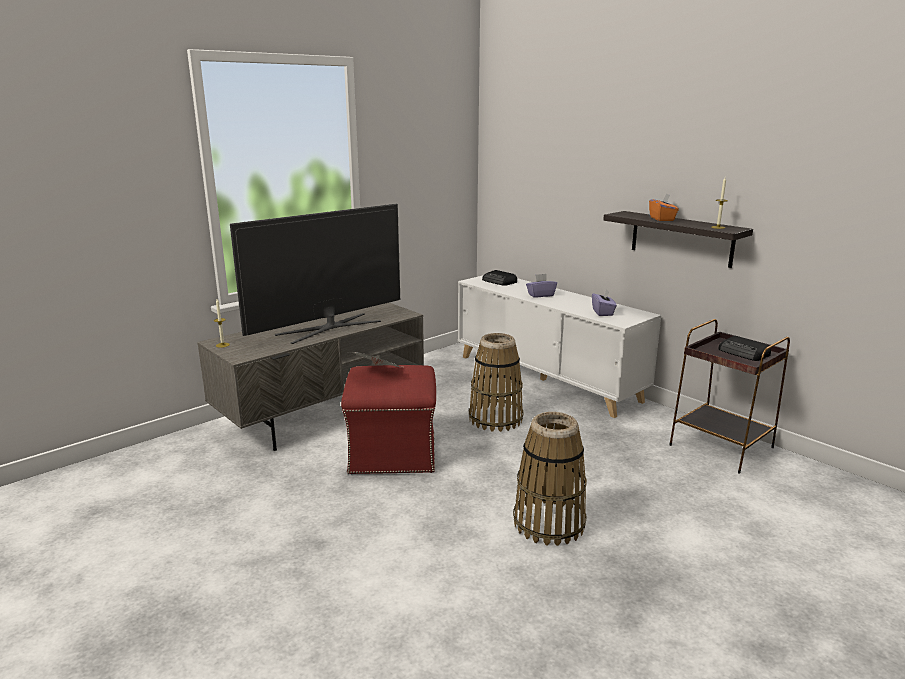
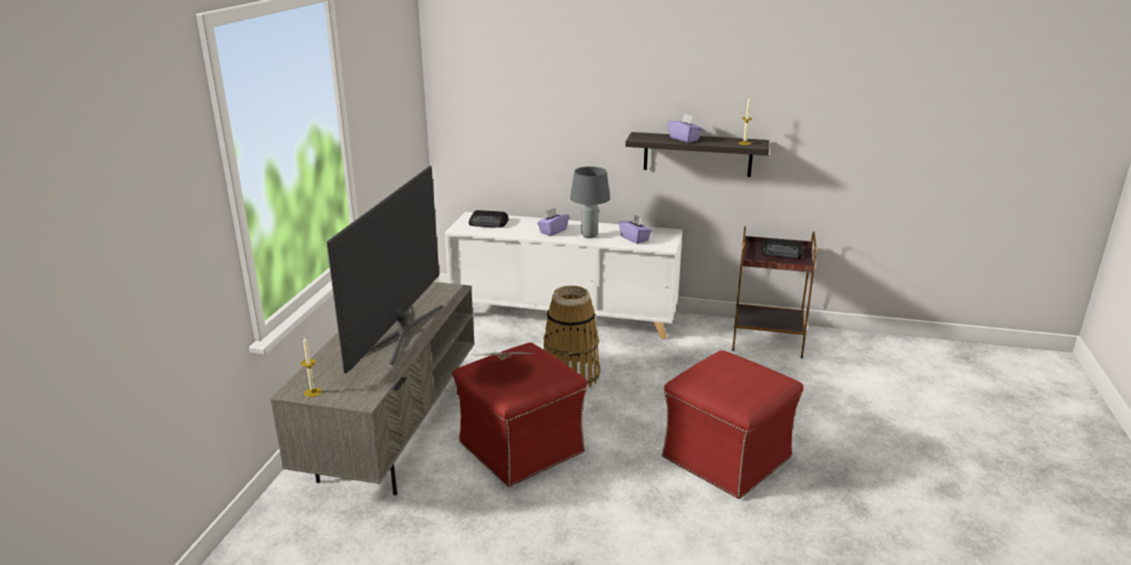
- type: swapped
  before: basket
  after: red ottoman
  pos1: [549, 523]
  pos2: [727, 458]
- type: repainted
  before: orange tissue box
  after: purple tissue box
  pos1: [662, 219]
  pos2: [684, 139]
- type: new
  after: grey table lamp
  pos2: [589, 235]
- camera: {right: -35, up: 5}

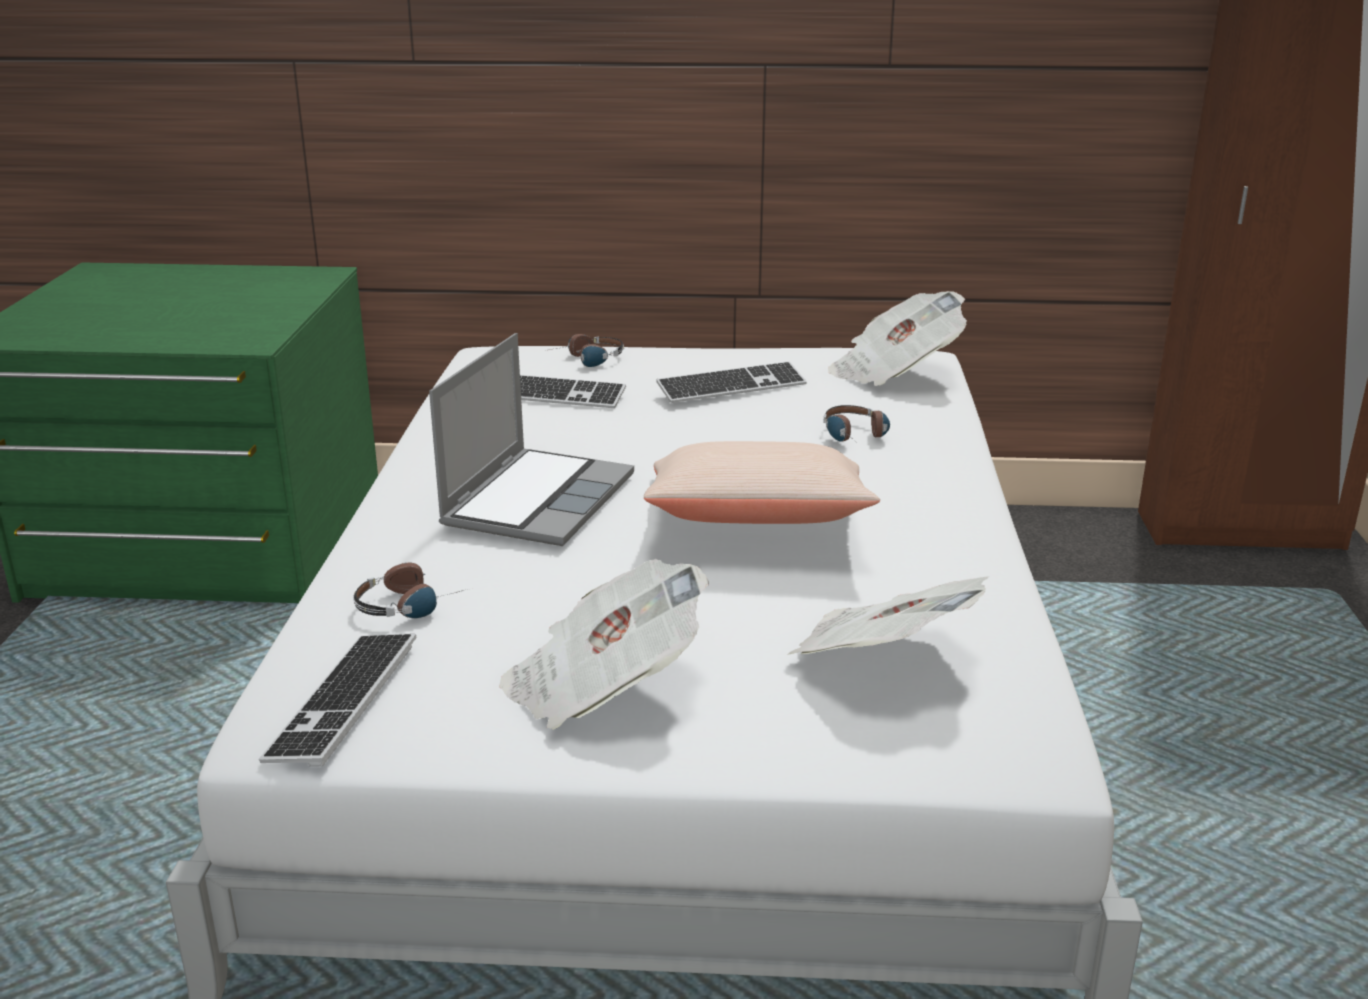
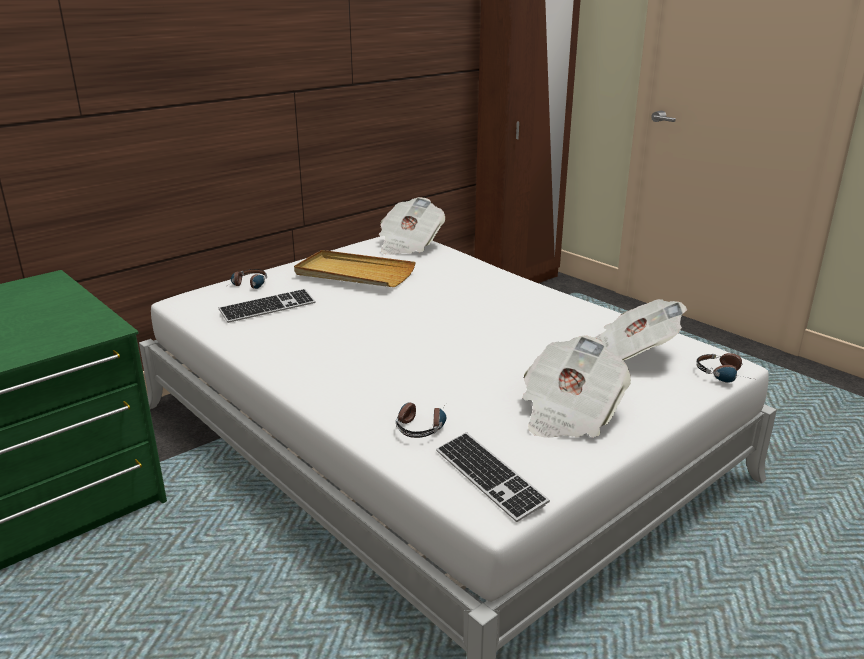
- type: gone
  before: laptop
  pos1: [538, 499]
- type: gone
  before: beige pillow
  pos1: [757, 521]
- type: swapped
  before: keyboard
  after: beige tray
  pos1: [731, 386]
  pos2: [354, 273]
- type: shifted
  before: headphones
  pos1: [857, 436]
  pos2: [727, 375]
- camera: {right: -45, up: 0}

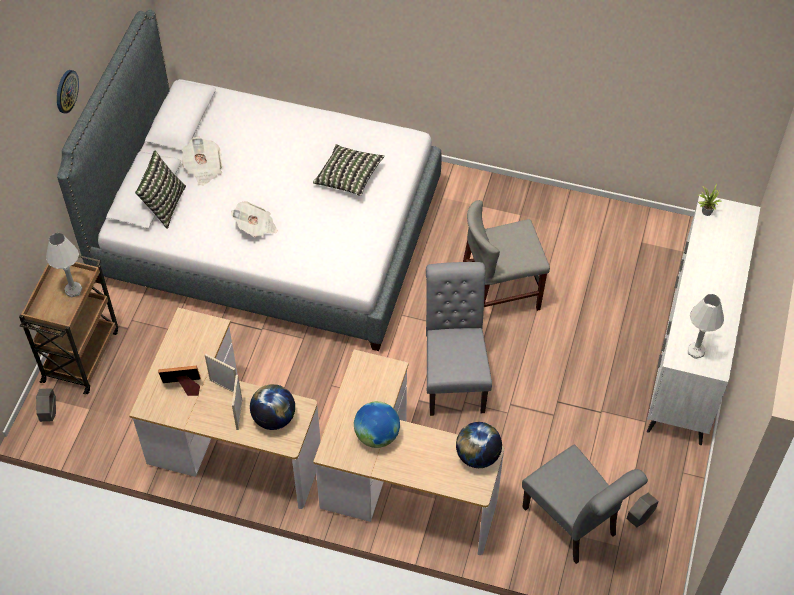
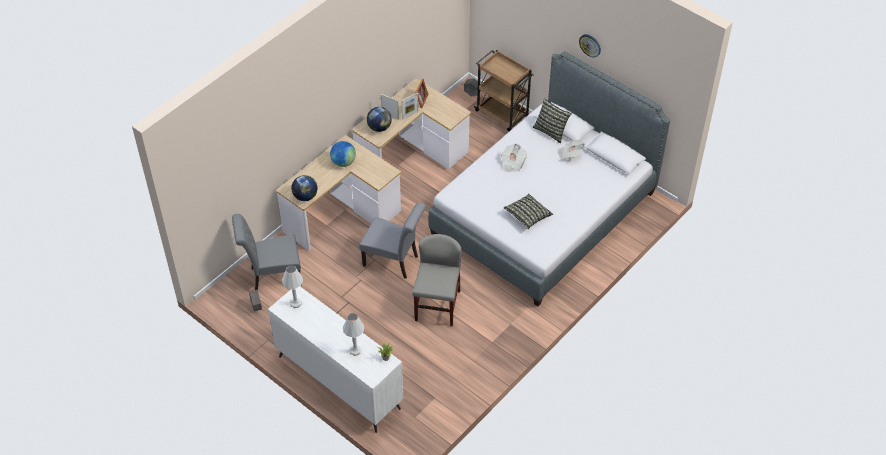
- type: shifted
  before: white table lamp
  pos1: [73, 290]
  pos2: [355, 351]
- camera: {right: 115, up: -5}

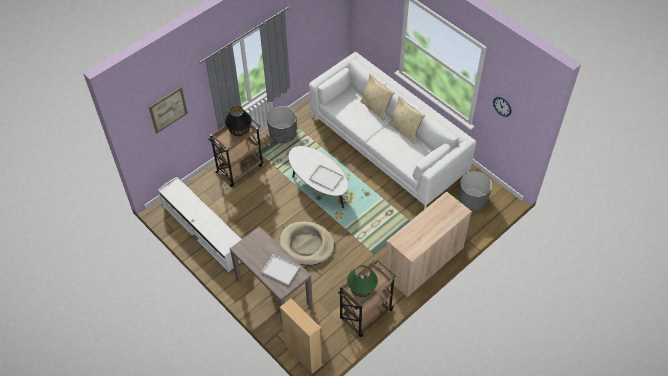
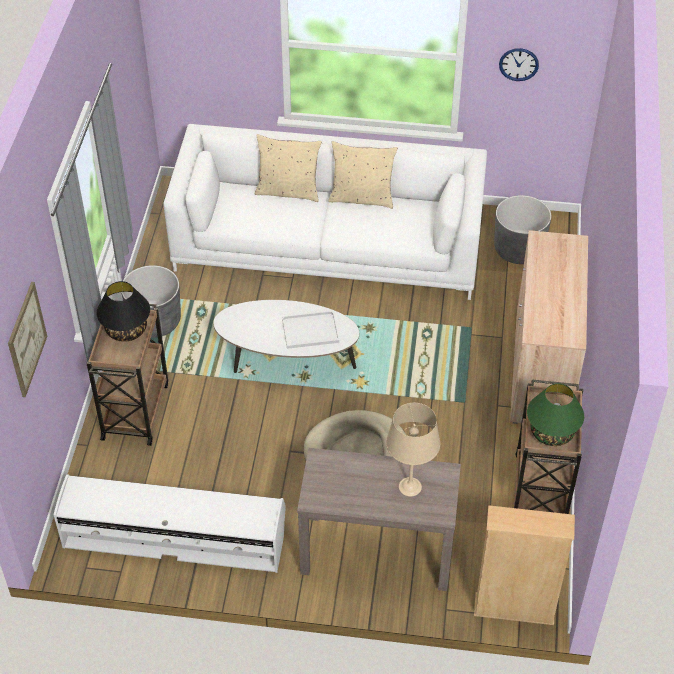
- type: swapped
  before: white tray
  after: beige table lamp
  pos1: [281, 270]
  pos2: [410, 486]
- camera: {right: -40, up: -5}

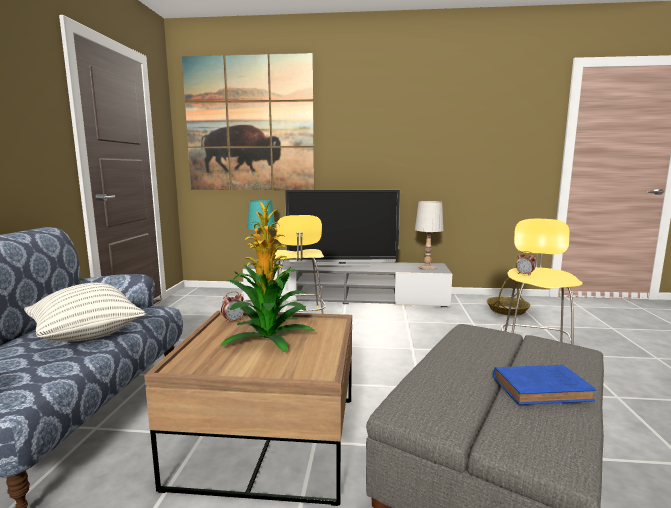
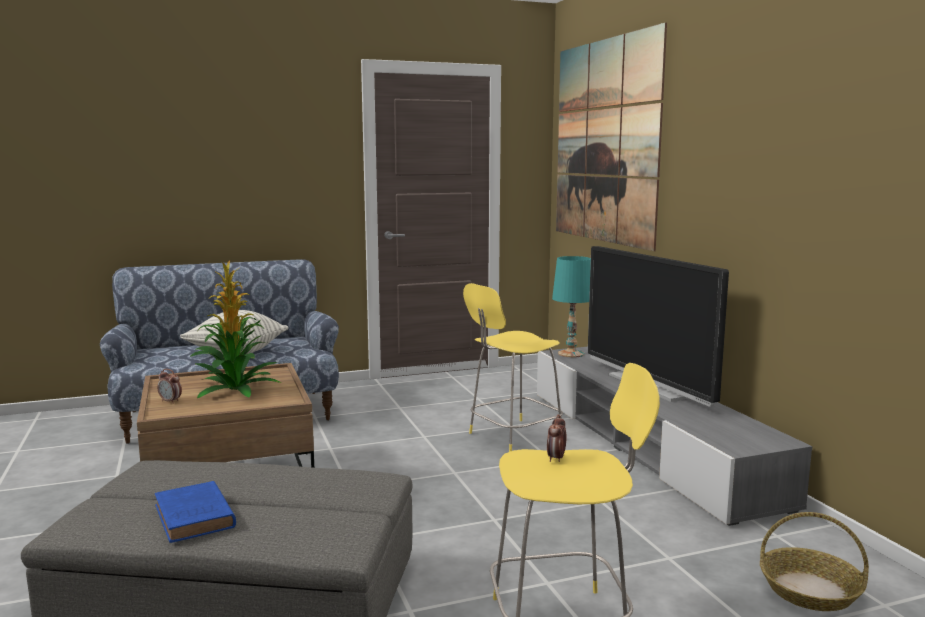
- type: shifted
  before: alarm clock
  pos1: [233, 321]
  pos2: [170, 401]
- type: gone
  before: white table lamp
  pos1: [427, 267]
- camera: {right: 65, up: 0}

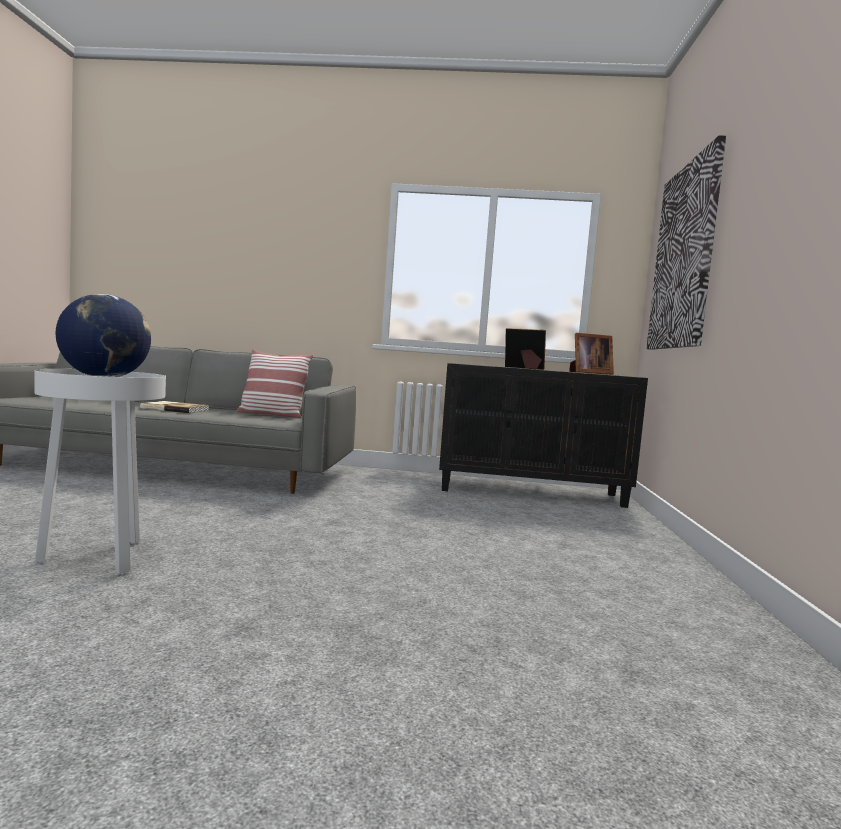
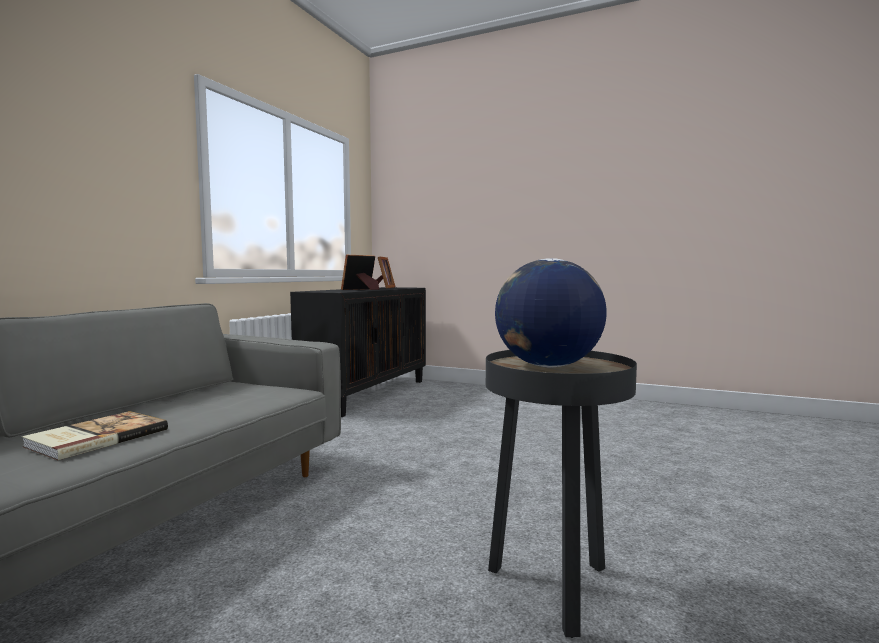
- type: repainted
  before: white side table
  after: black side table
  pos1: [100, 558]
  pos2: [552, 589]
- type: gone
  before: pillow
  pos1: [272, 415]
- type: gone
  before: picture
  pos1: [684, 257]
- camera: {right: -70, up: 0}

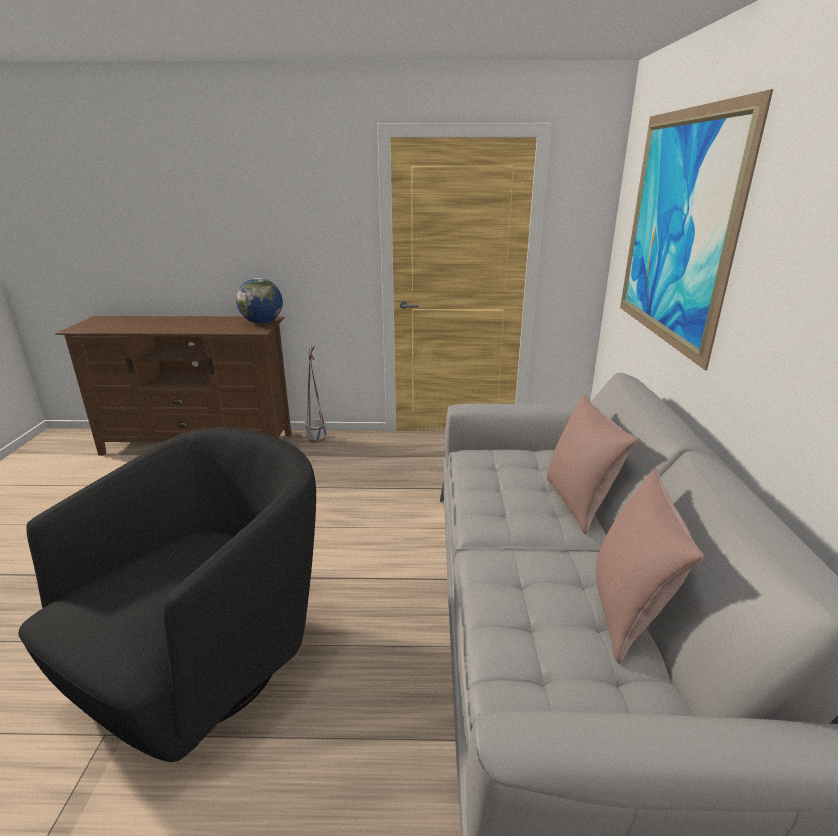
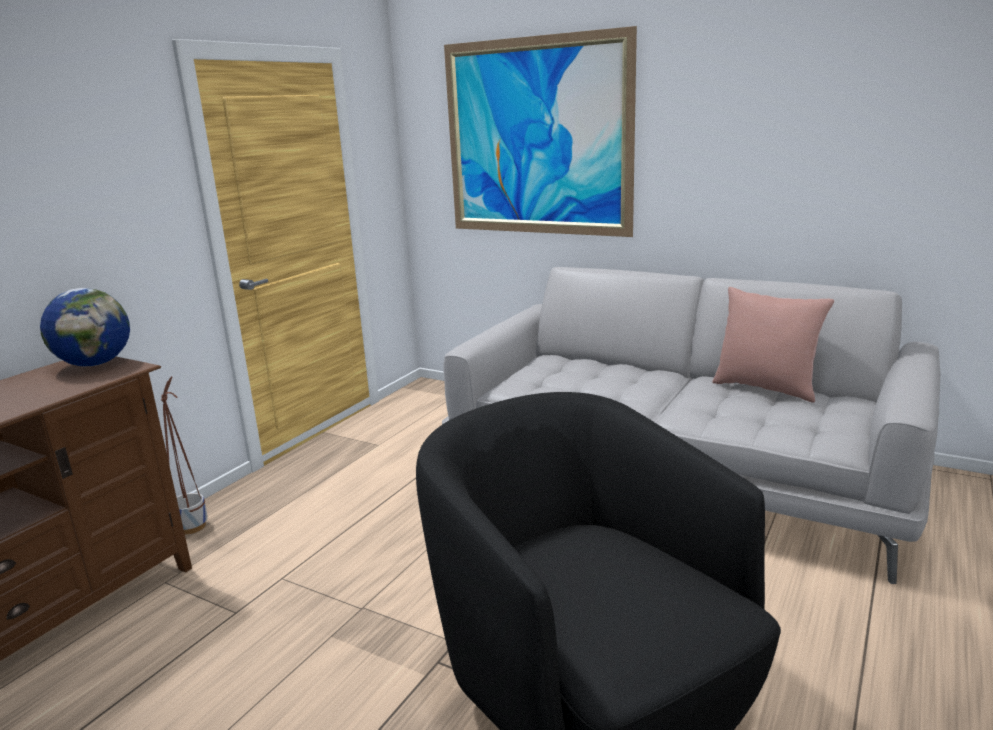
- type: gone
  before: pink pillow
  pos1: [578, 502]
- camera: {right: -60, up: -5}

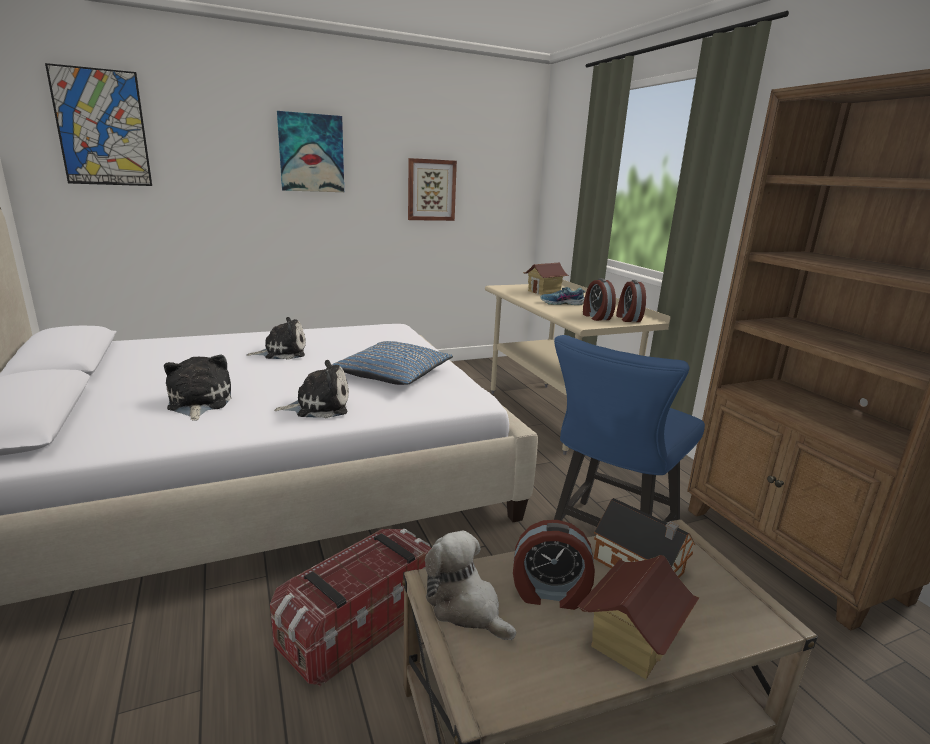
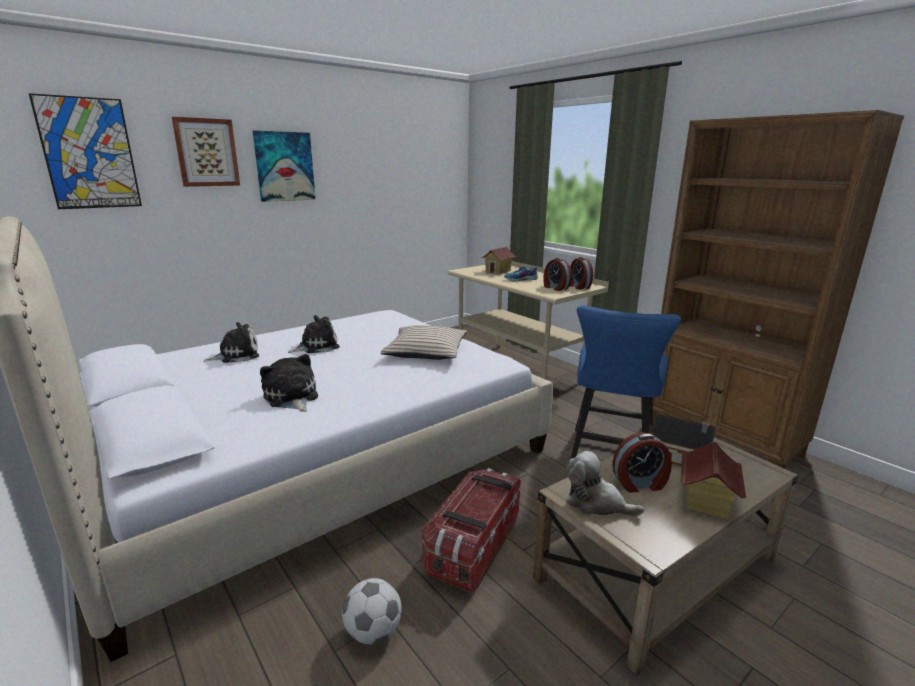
- type: shifted
  before: plush toy
  pos1: [319, 406]
  pos2: [236, 355]
- type: repainted
  before: blue pillow
  after: beige pillow
  pos1: [393, 374]
  pos2: [426, 352]
- type: shifted
  before: picture
  pos1: [431, 190]
  pos2: [206, 152]
- type: new
  after: football
  pos2: [373, 631]
- camera: {right: -15, up: 0}

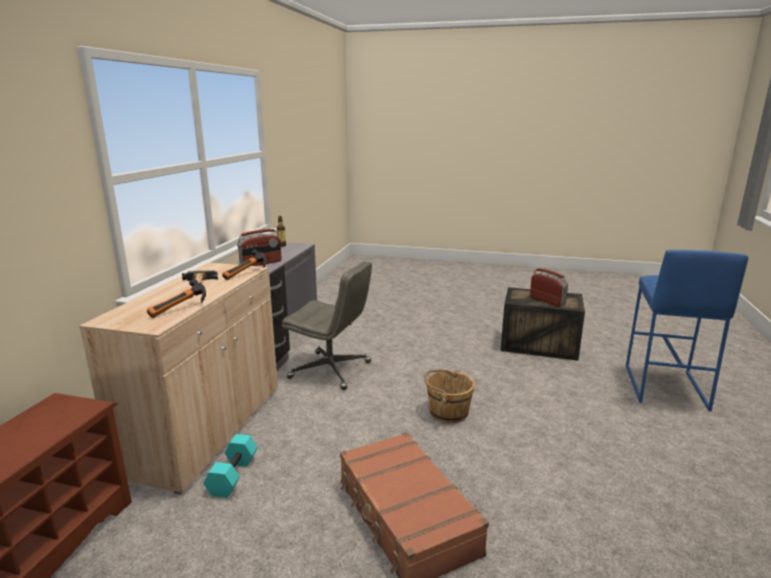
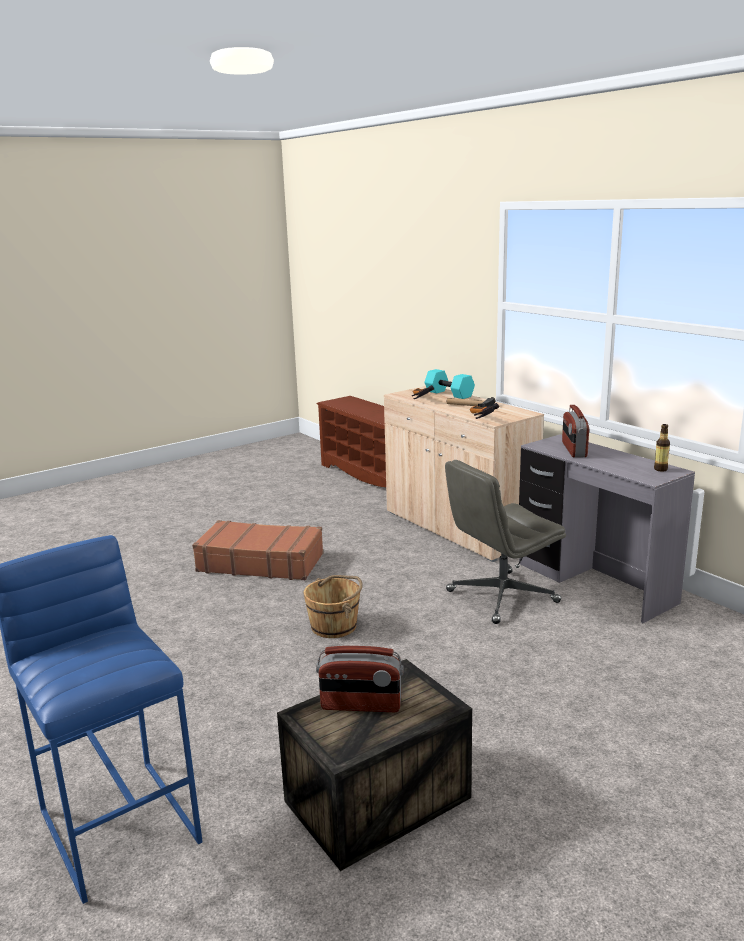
- type: shifted
  before: turquoise dumbbell
  pos1: [232, 475]
  pos2: [450, 394]
- camera: {right: 130, up: 0}

